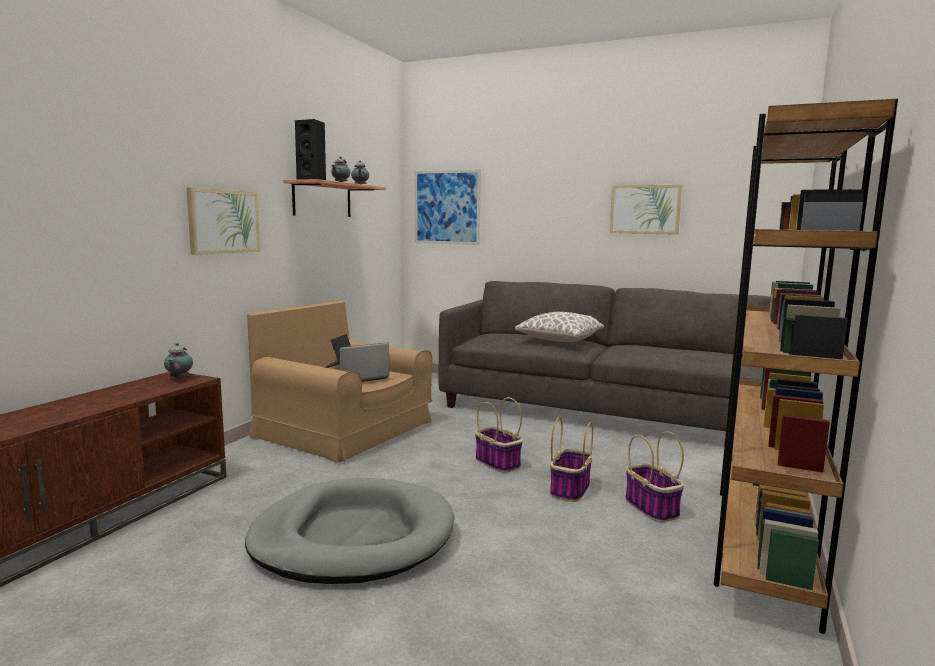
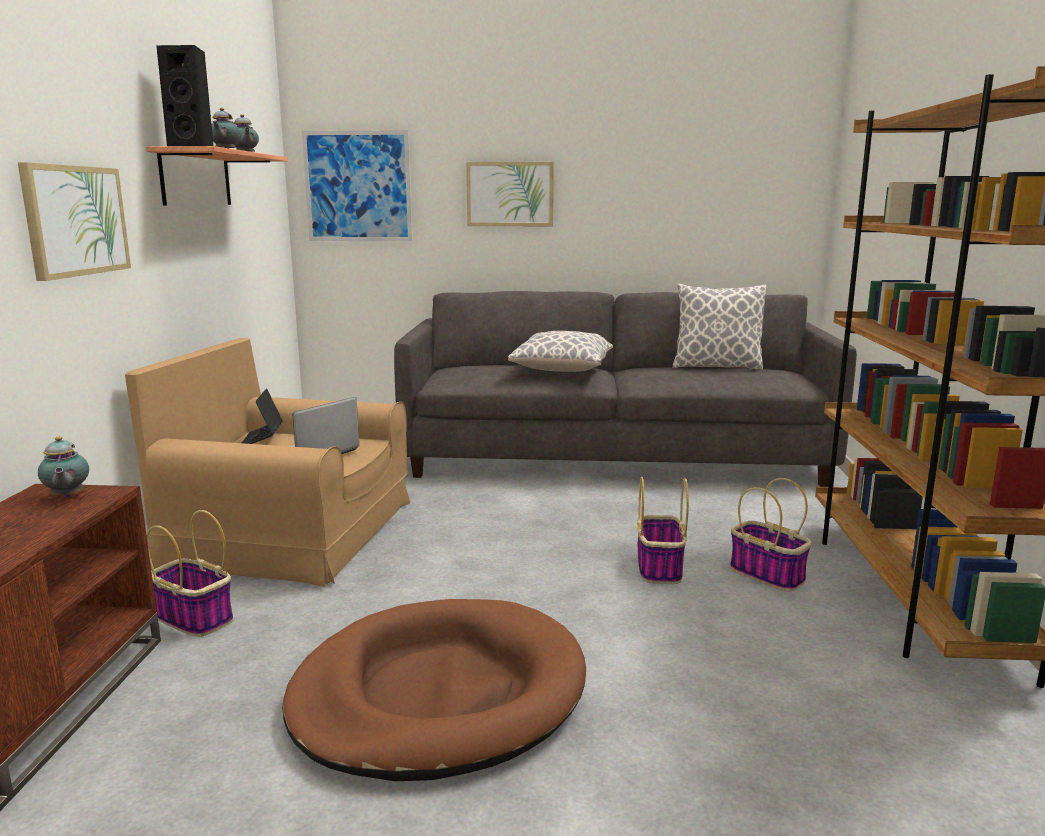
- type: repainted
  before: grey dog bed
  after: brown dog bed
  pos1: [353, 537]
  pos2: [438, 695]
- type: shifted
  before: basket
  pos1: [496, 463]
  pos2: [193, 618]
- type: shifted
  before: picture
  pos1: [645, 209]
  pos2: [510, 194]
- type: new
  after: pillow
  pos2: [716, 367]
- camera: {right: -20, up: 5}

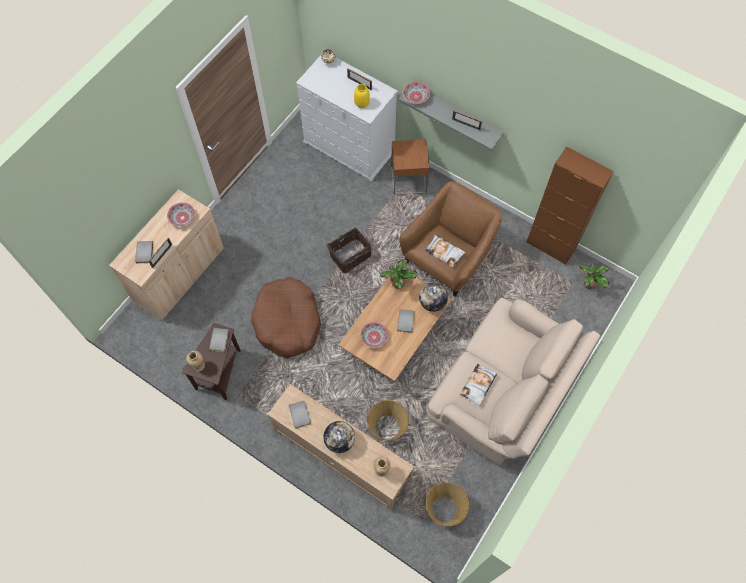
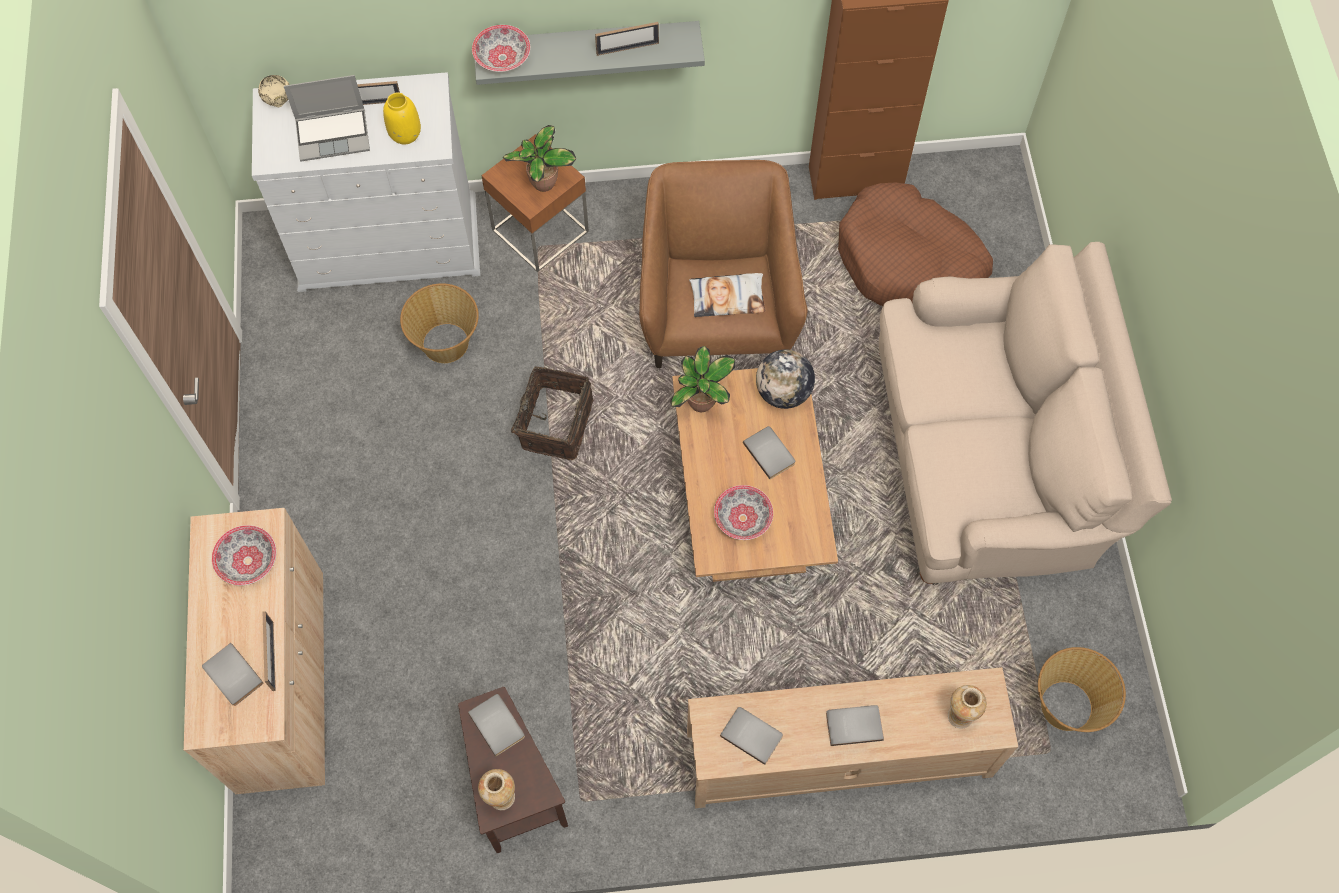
- type: shifted
  before: brown dog bed
  pos1: [287, 322]
  pos2: [909, 264]
- type: swapped
  before: globe
  after: grey book
  pos1: [339, 441]
  pos2: [853, 724]
- type: shifted
  before: basket
  pos1: [387, 427]
  pos2: [446, 343]
- type: gone
  before: pillow
  pos1: [478, 385]
- type: shifted
  before: potted plant
  pos1: [588, 284]
  pos2: [542, 183]
- type: new
  after: laptop
  pos2: [334, 134]
- camera: {right: -40, up: 0}

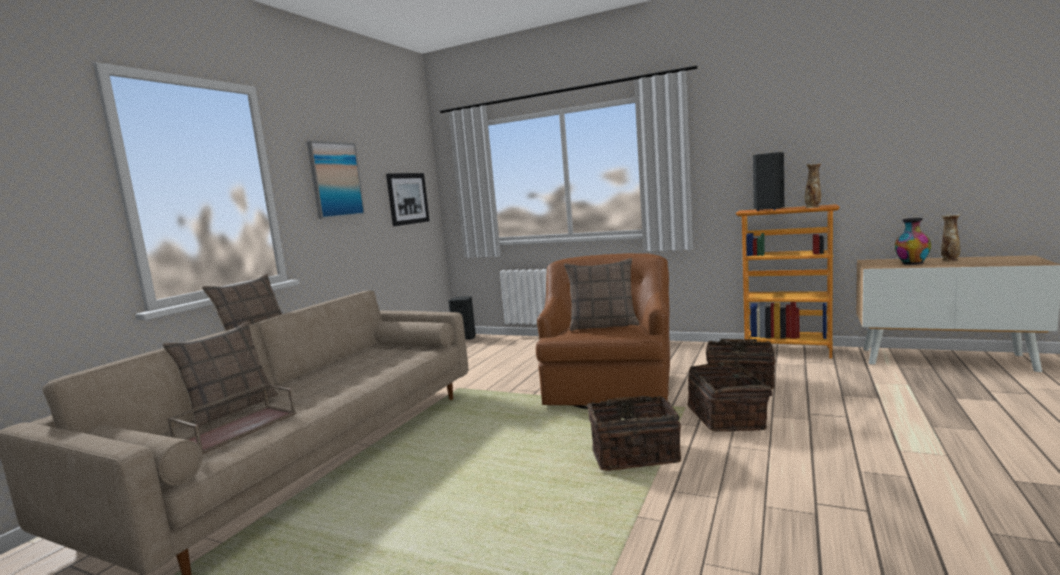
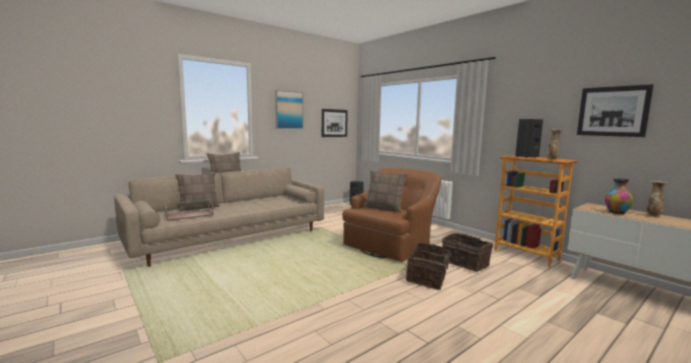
- type: gone
  before: basket
  pos1: [633, 454]
- type: new
  after: picture
  pos2: [612, 111]
- camera: {right: 25, up: 0}

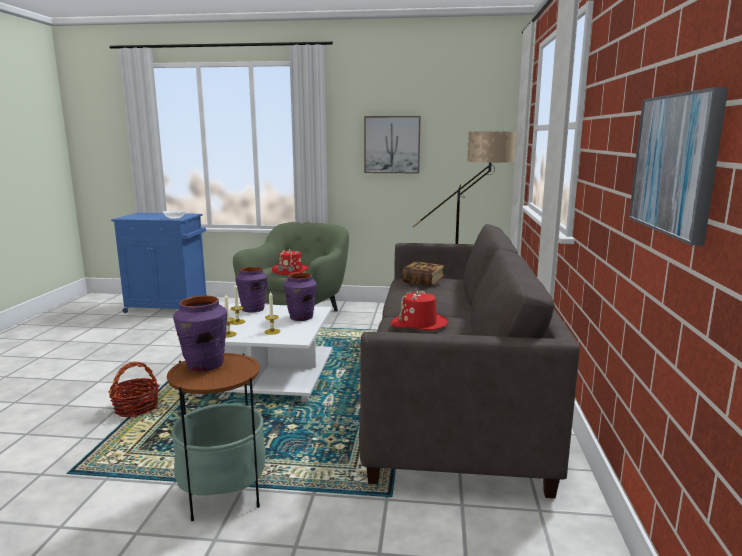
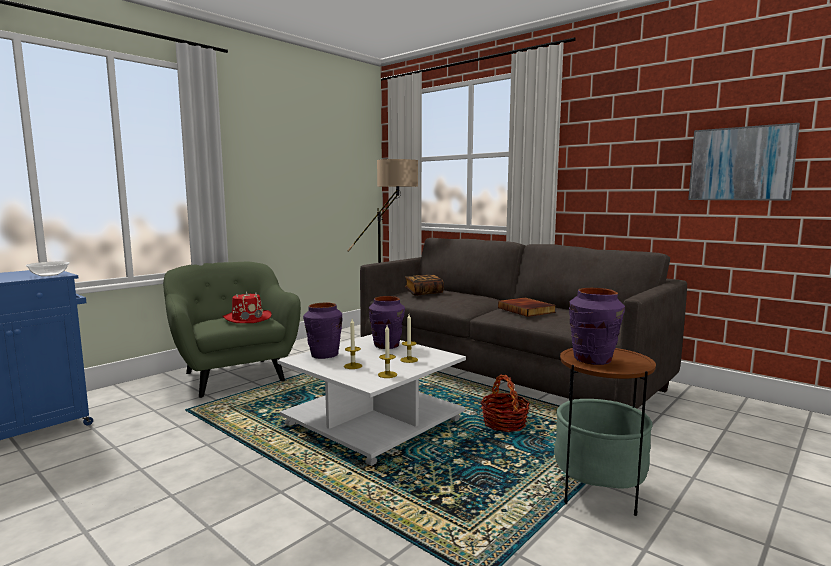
- type: shifted
  before: basket
  pos1: [136, 408]
  pos2: [504, 424]
- type: gone
  before: picture
  pos1: [392, 144]
- type: swapped
  before: red hat
  after: book
  pos1: [419, 323]
  pos2: [527, 310]
- camera: {right: -55, up: -5}

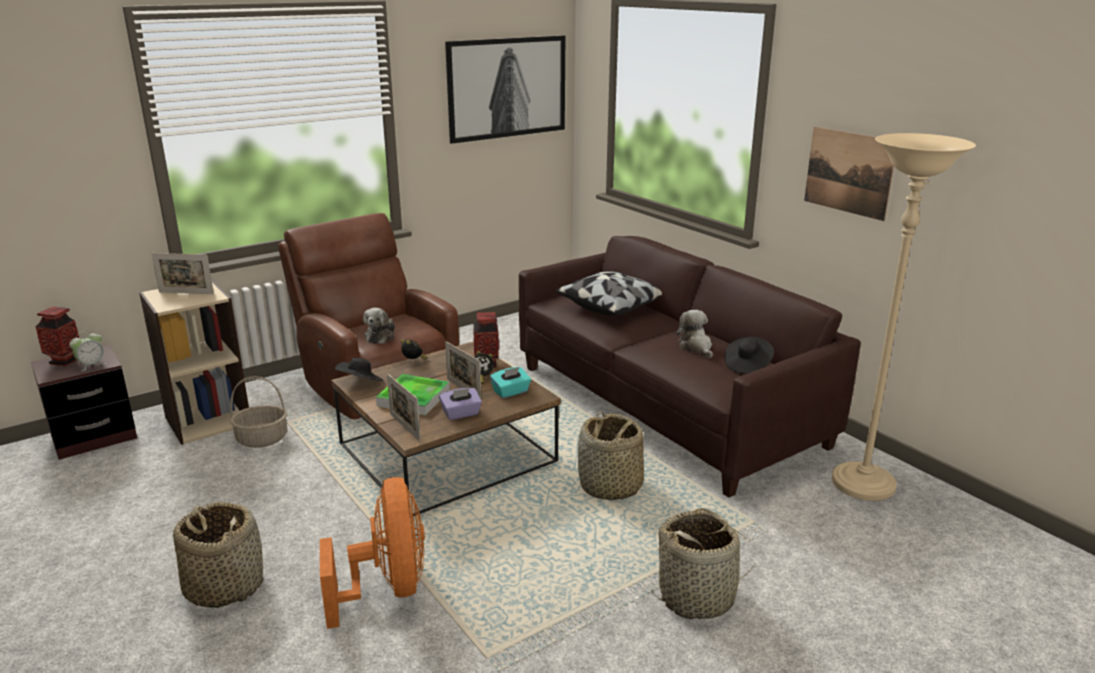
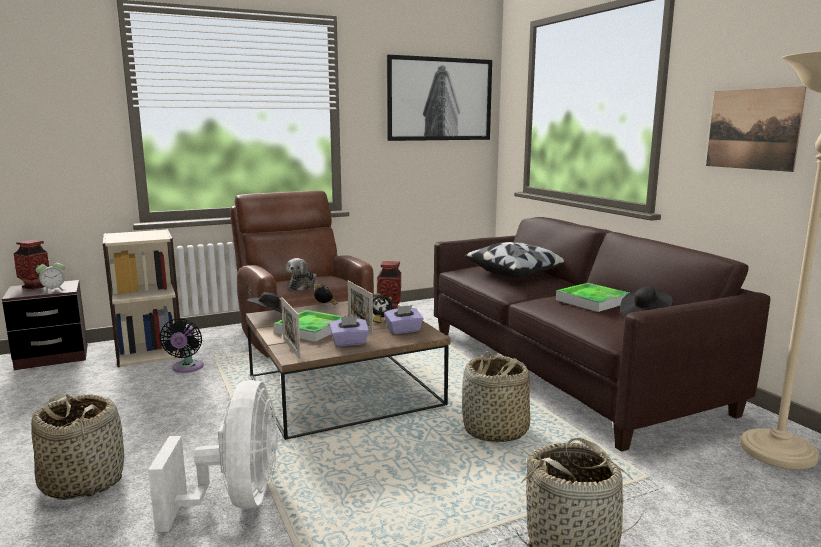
- type: gone
  before: picture frame
  pos1: [186, 293]
- type: swapped
  before: basket
  after: black fan
  pos1: [262, 439]
  pos2: [186, 368]
- type: repainted
  before: orange fan
  after: white fan
  pos1: [388, 588]
  pos2: [236, 501]
- type: repainted
  before: turquoise tissue box
  after: purple tissue box
  pos1: [511, 392]
  pos2: [403, 330]
- type: swapped
  before: plush toy
  after: tray
  pos1: [696, 347]
  pos2: [592, 301]
- camera: {right: 10, up: -10}

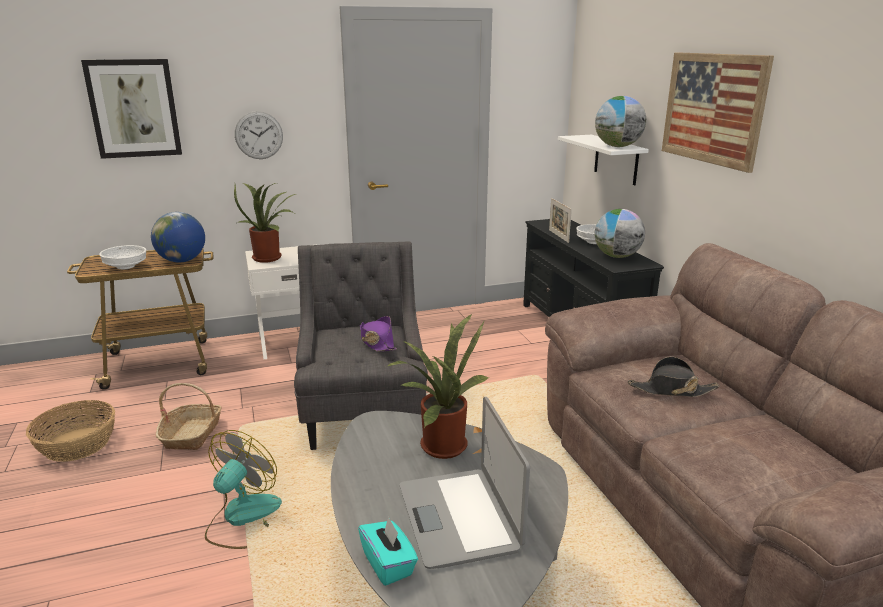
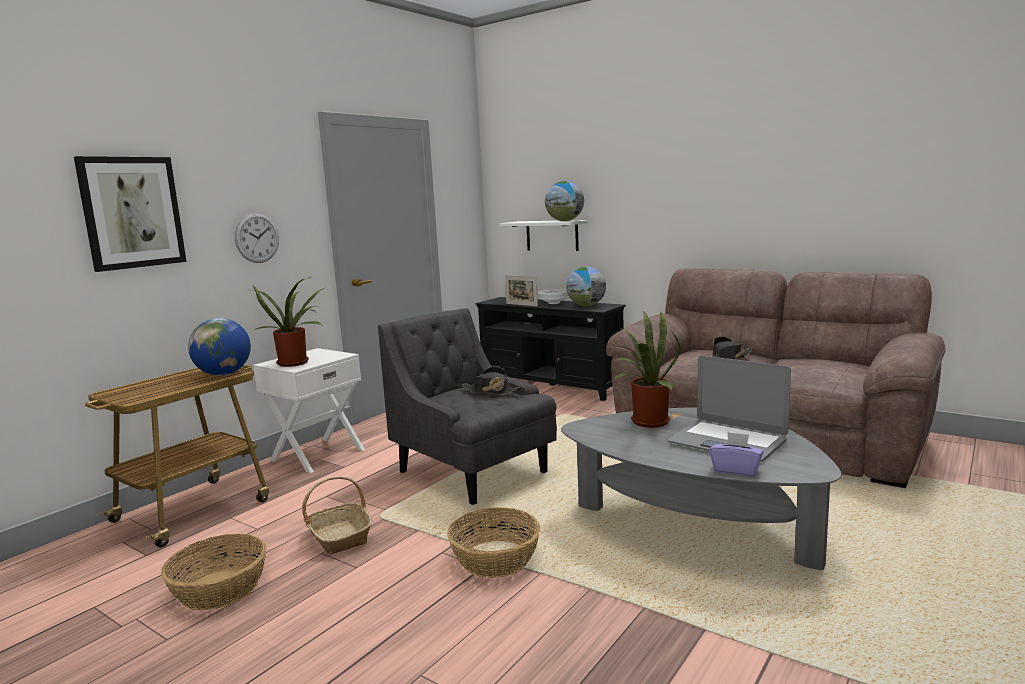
- type: gone
  before: white bowl
  pos1: [125, 267]
- type: swapped
  before: fan
  after: basket
  pos1: [243, 518]
  pos2: [494, 559]
- type: repainted
  before: turquoise tissue box
  after: purple tissue box
  pos1: [388, 564]
  pos2: [736, 470]
- type: repainted
  before: purple hat
  after: black hat
  pos1: [377, 342]
  pos2: [491, 391]
- type: gone
  before: picture
  pos1: [713, 108]
- camera: {right: -35, up: -10}

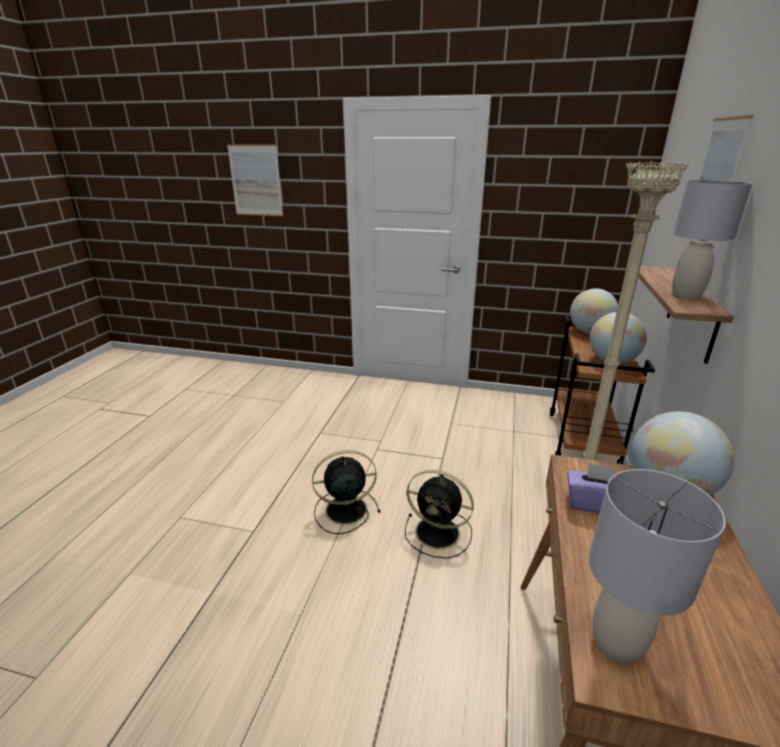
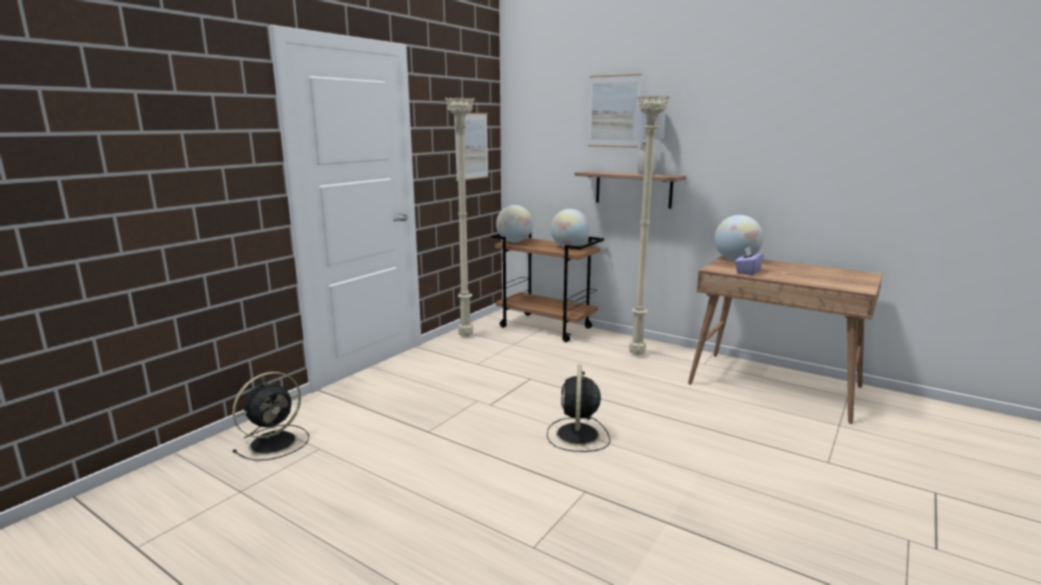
- type: shifted
  before: picture
  pos1: [256, 180]
  pos2: [471, 146]
- type: shifted
  before: black fan
  pos1: [439, 533]
  pos2: [275, 442]
- type: gone
  before: grey table lamp
  pos1: [616, 644]
- type: new
  after: beige floor lamp
  pos2: [466, 336]
- camera: {right: -70, up: -10}

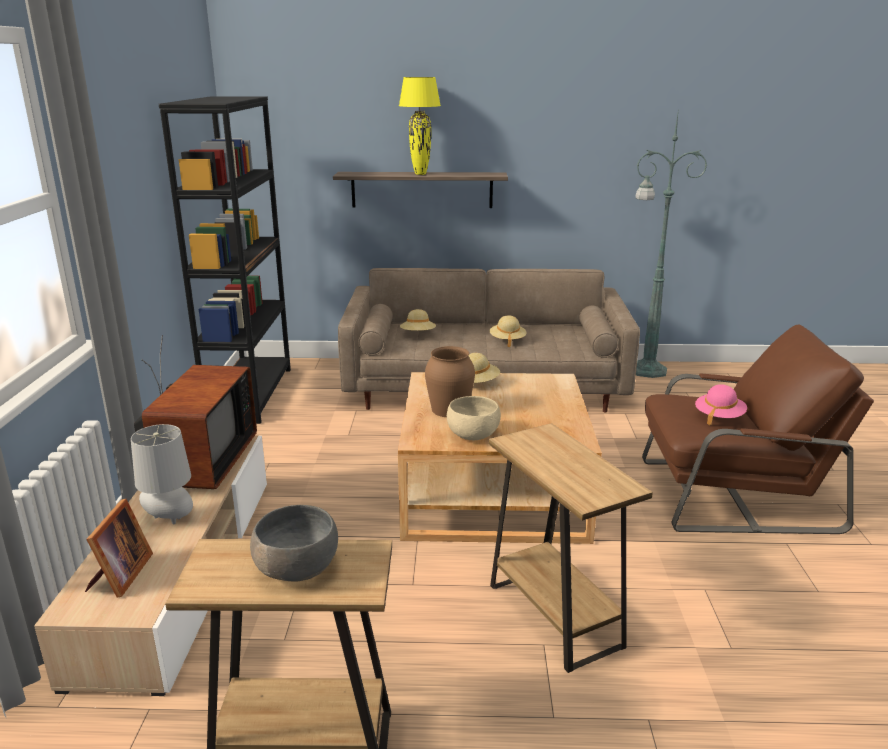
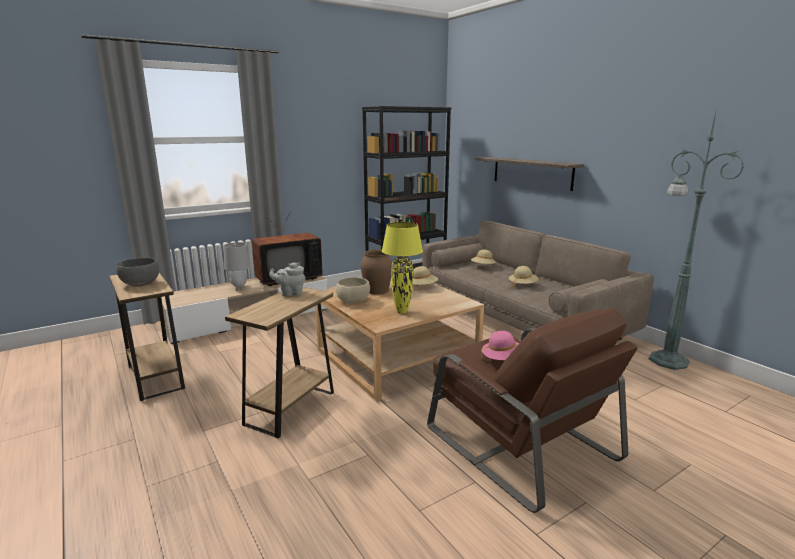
- type: gone
  before: picture frame
  pos1: [120, 576]
- type: shifted
  before: yellow table lamp
  pos1: [420, 174]
  pos2: [402, 311]
- type: new
  after: grey teapot
  pos2: [290, 293]
- camera: {right: 55, up: -5}

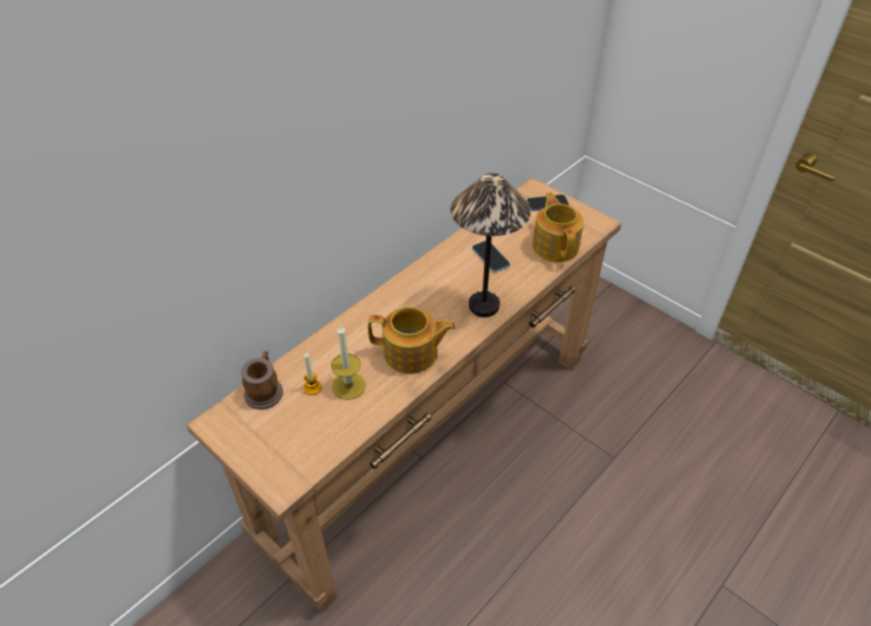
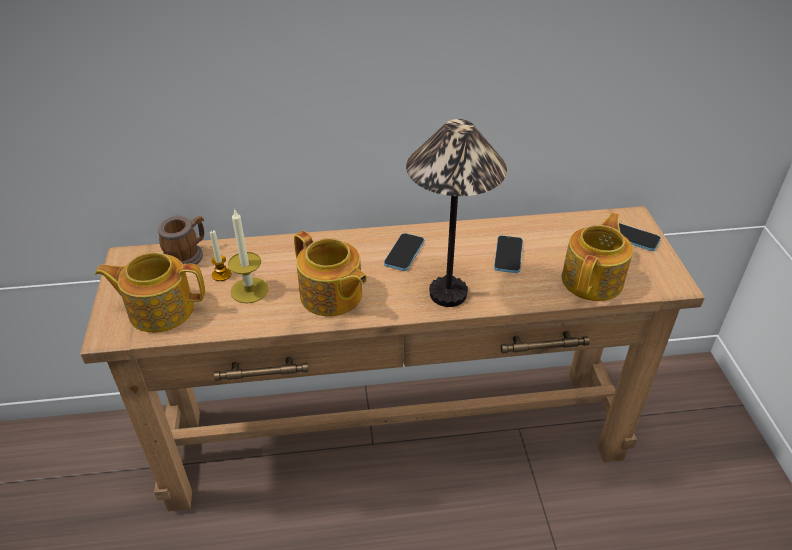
- type: new
  after: teapot
  pos2: [160, 309]
- type: new
  after: phone
  pos2: [404, 253]
- camera: {right: 40, up: -5}

